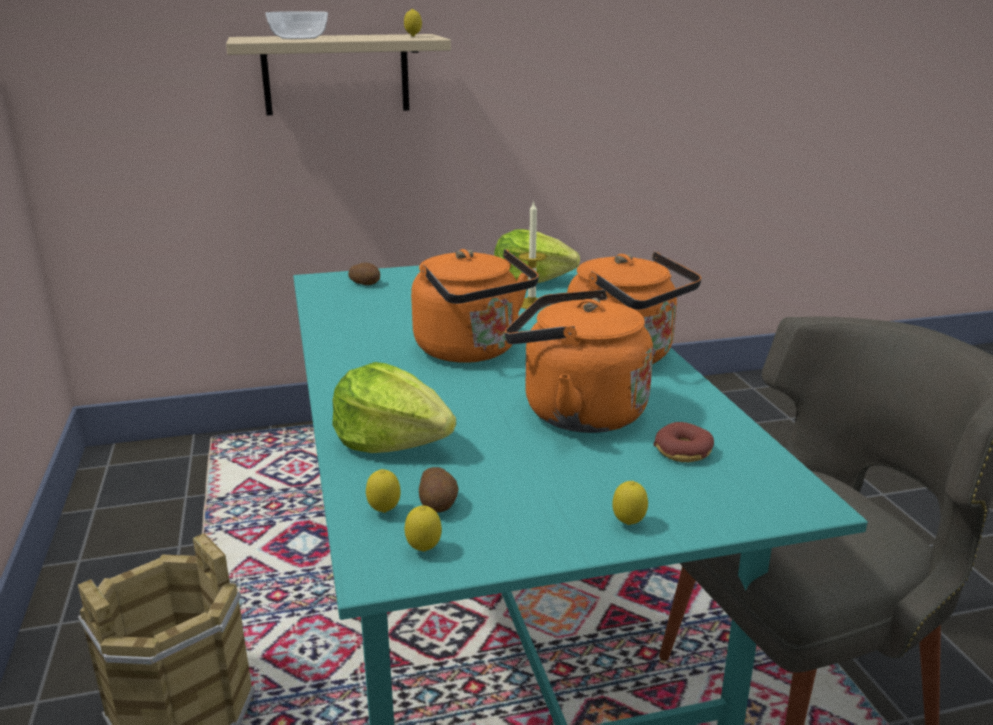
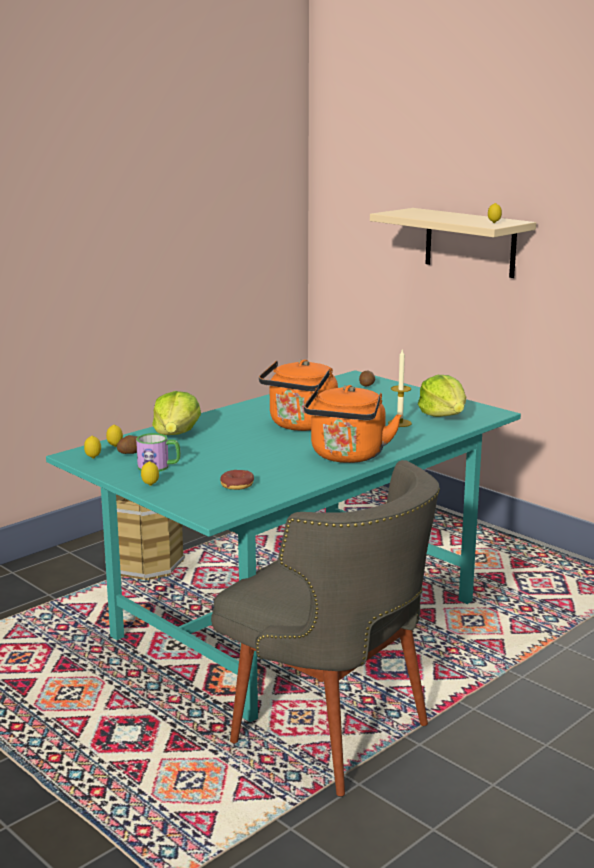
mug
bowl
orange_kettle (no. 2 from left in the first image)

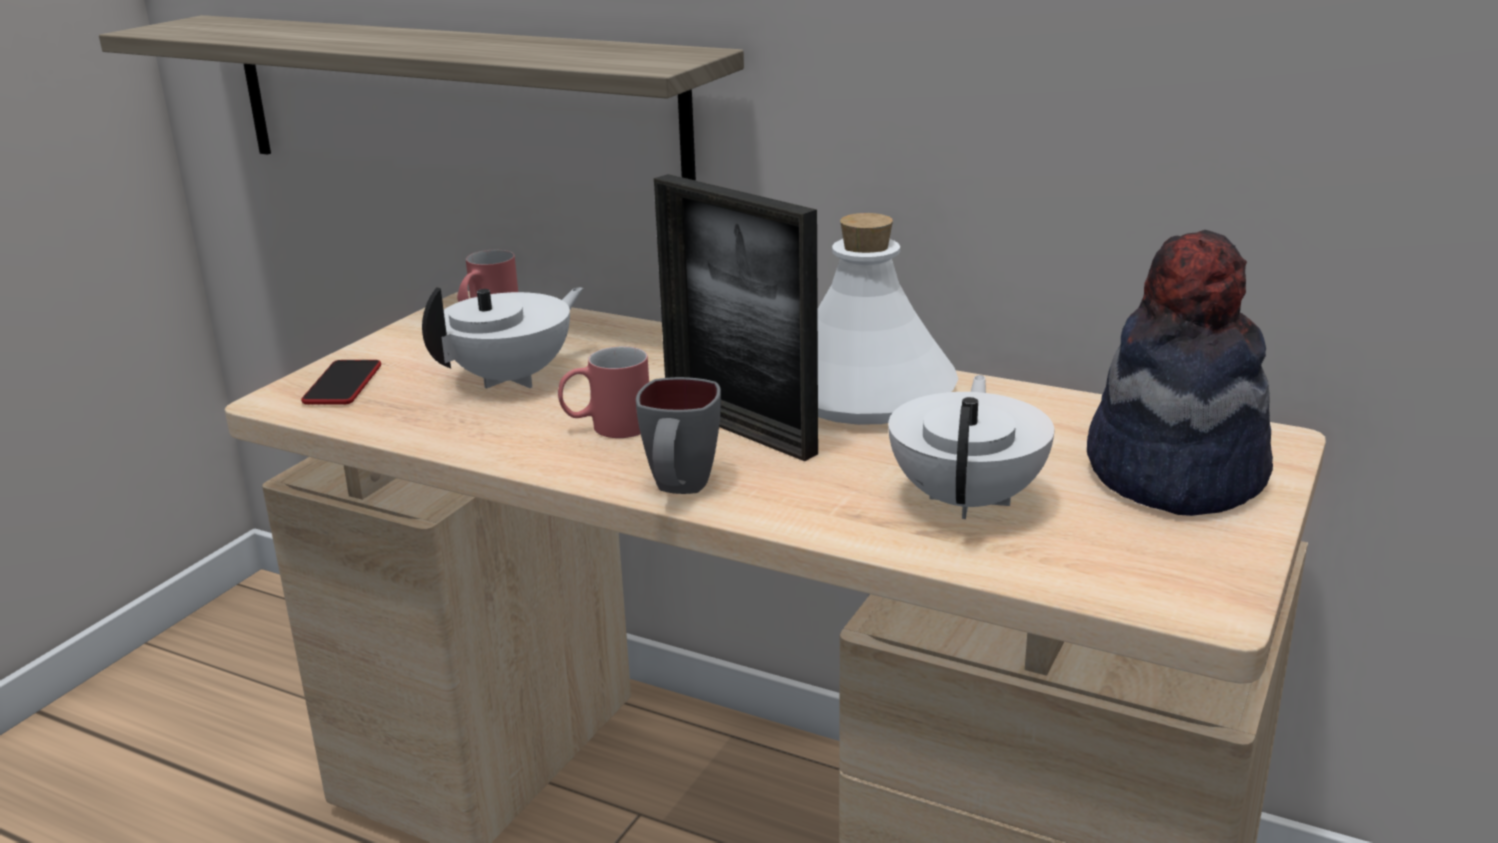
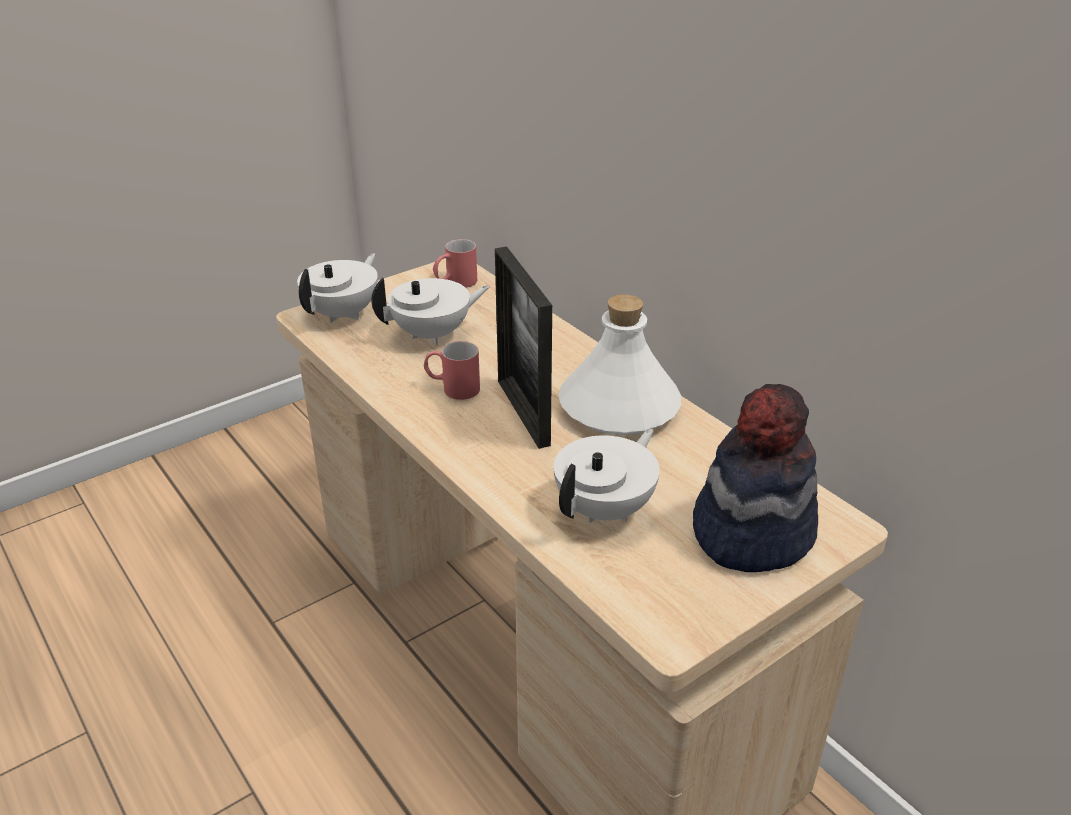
white_teapot (no. 1 from left)
shelf
grey_mug

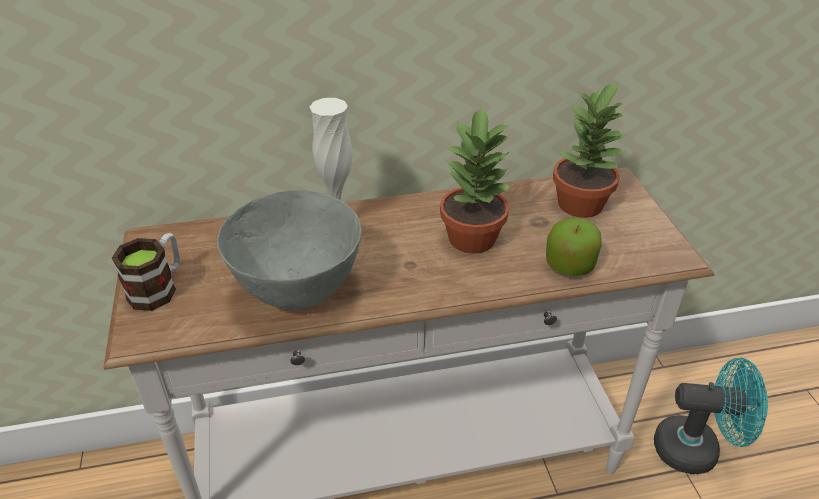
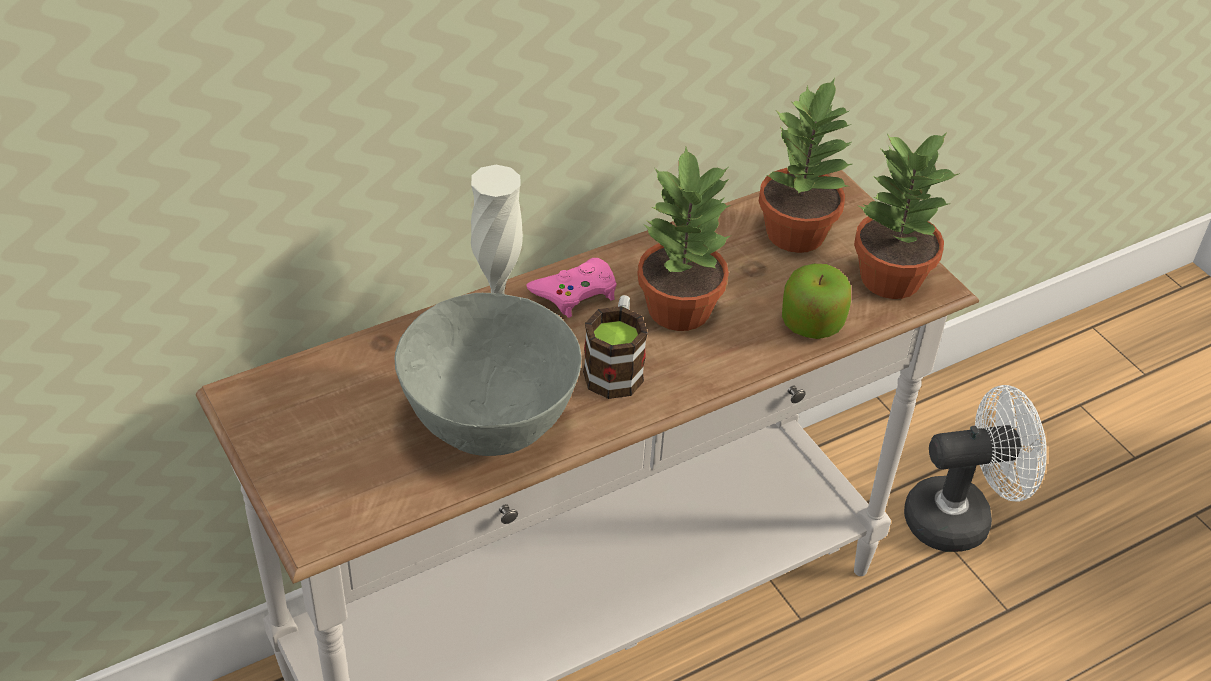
pink_game_controller
mug
potted_plant (no. 3 from left)
white_fan

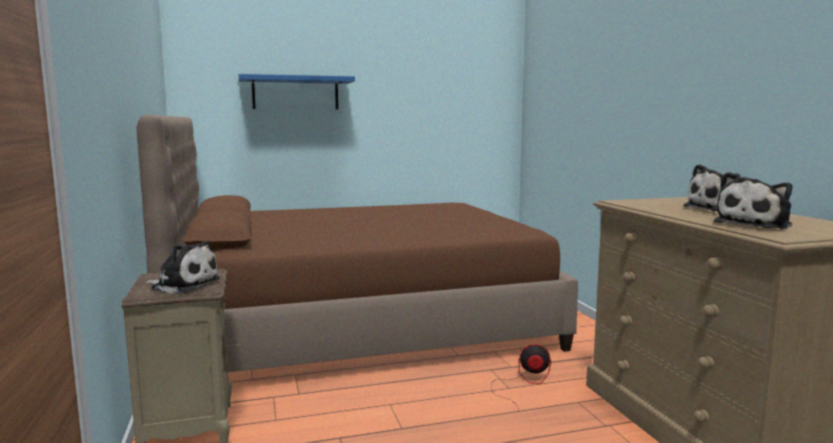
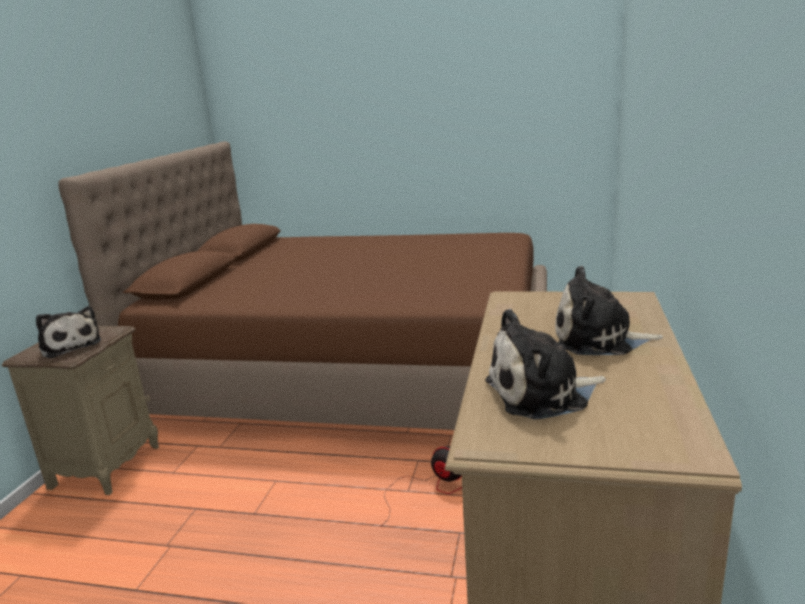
blue_shelf

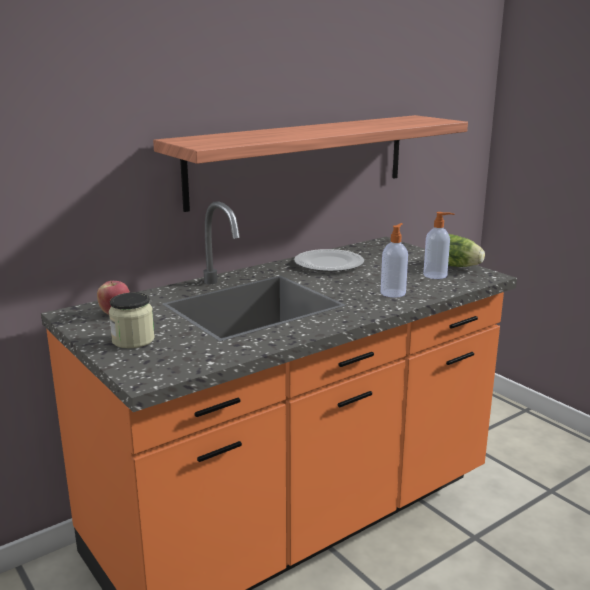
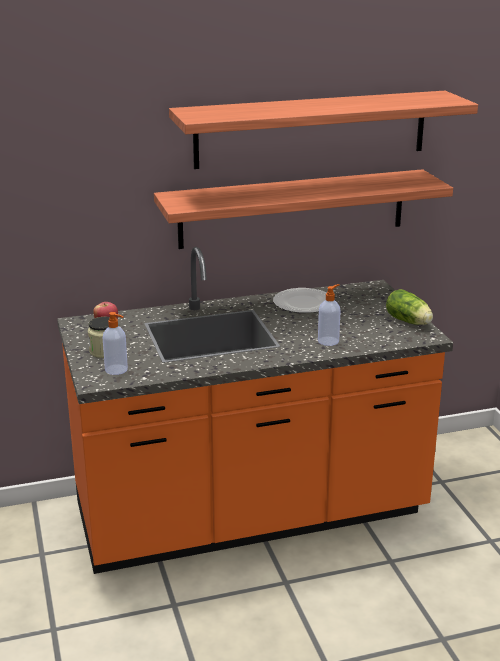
soap_dispenser (no. 1 from left)
shelf (no. 2 from left)

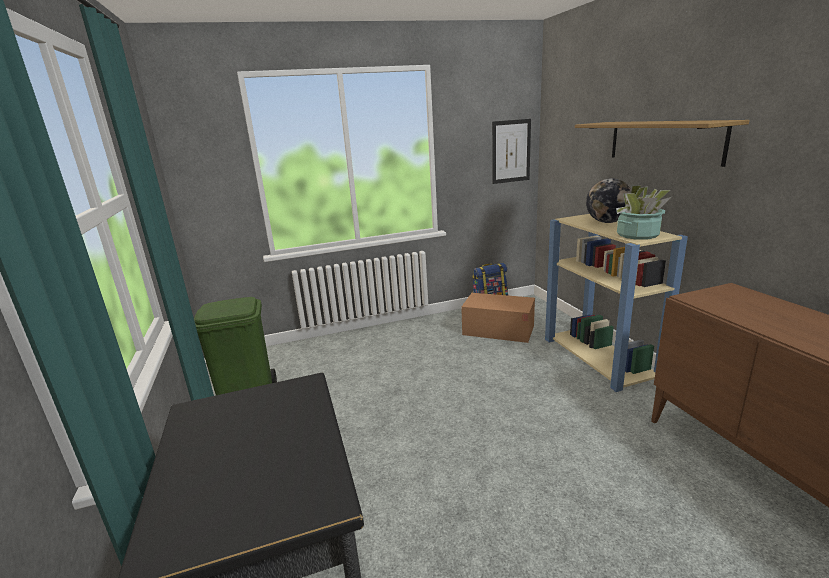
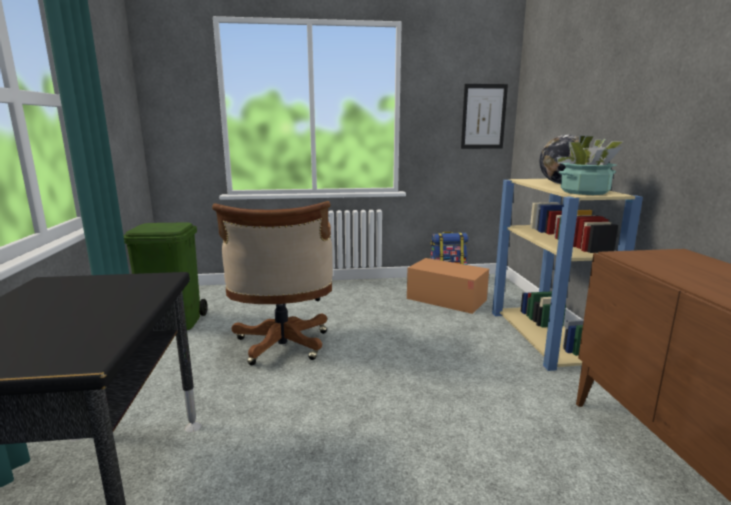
office_chair
shelf

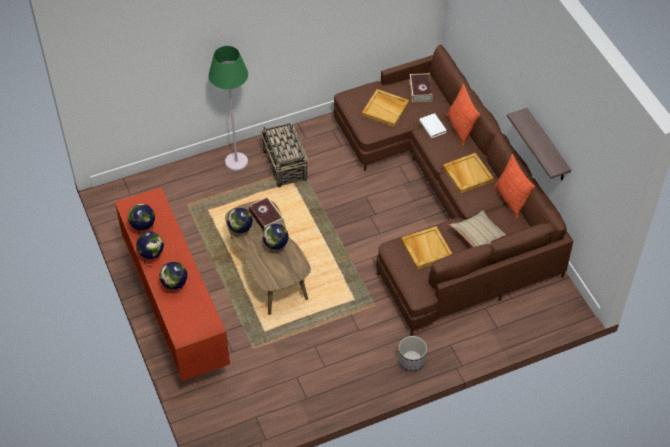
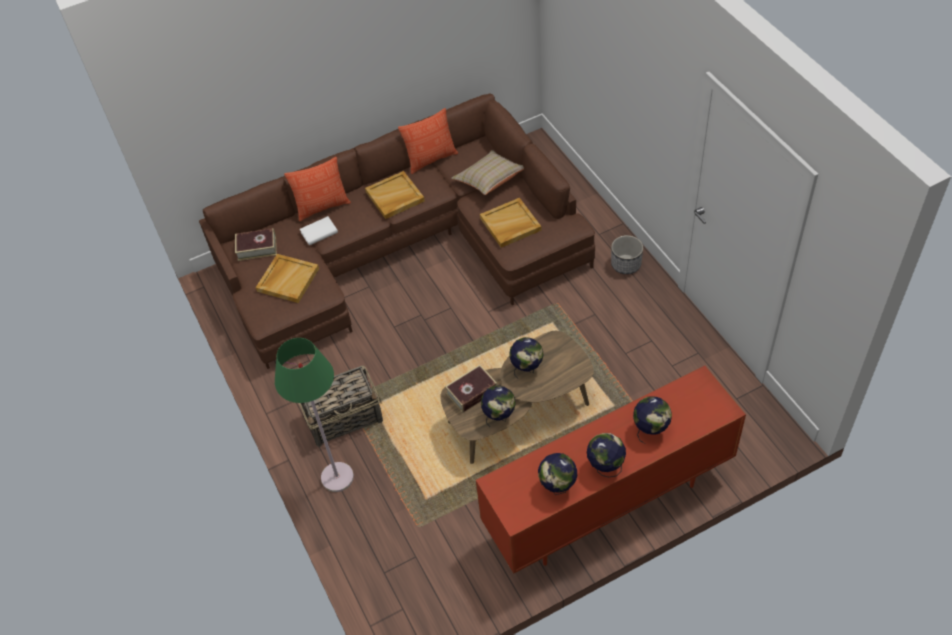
shelf

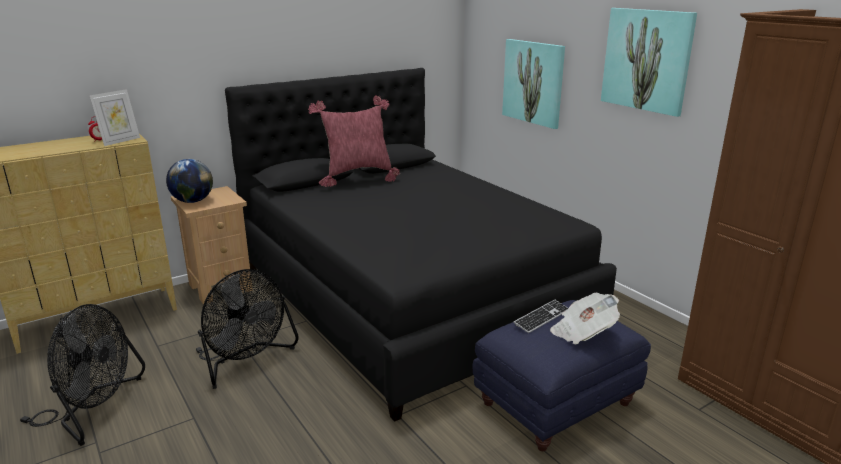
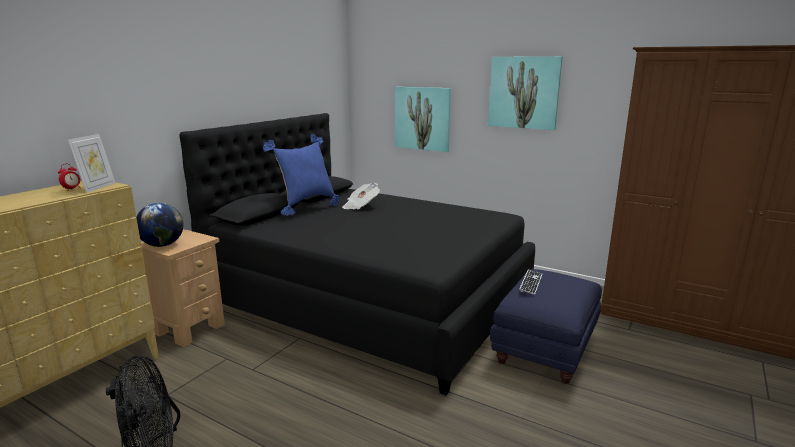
blue_pillow
newspaper
black_fan (no. 2 from left in the first image)

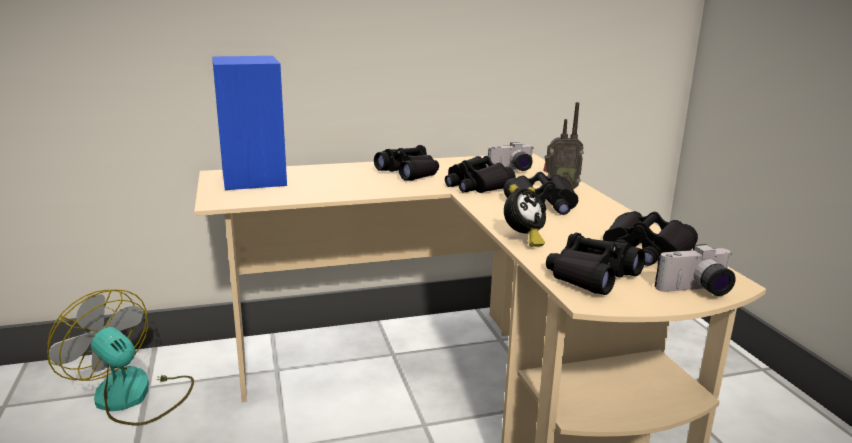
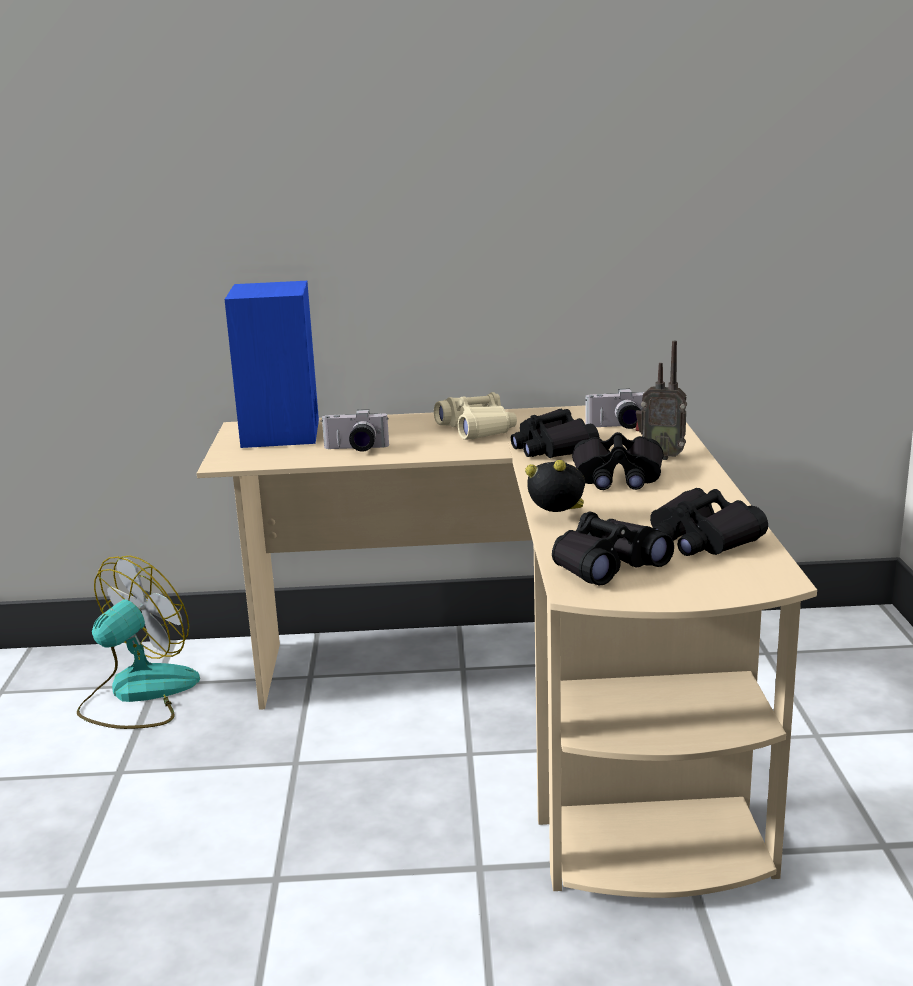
fan
photo_camera (no. 1 from left)
beige_binoculars
alarm_clock

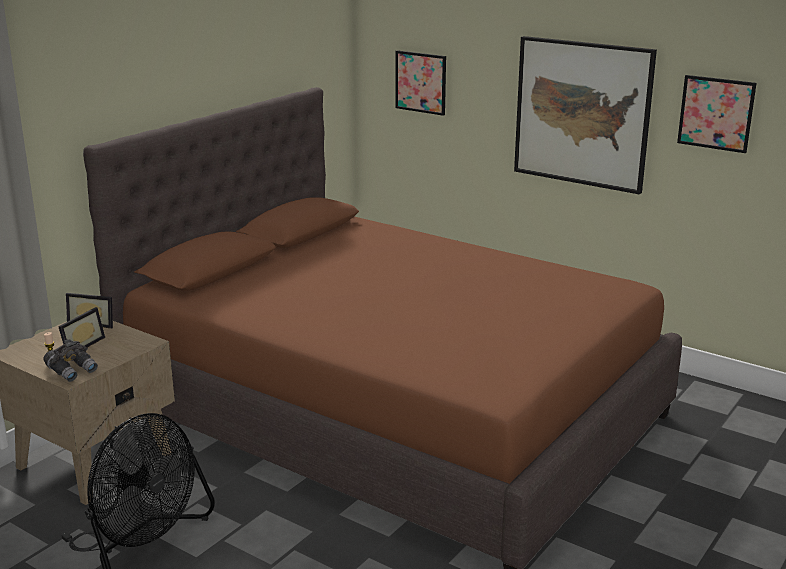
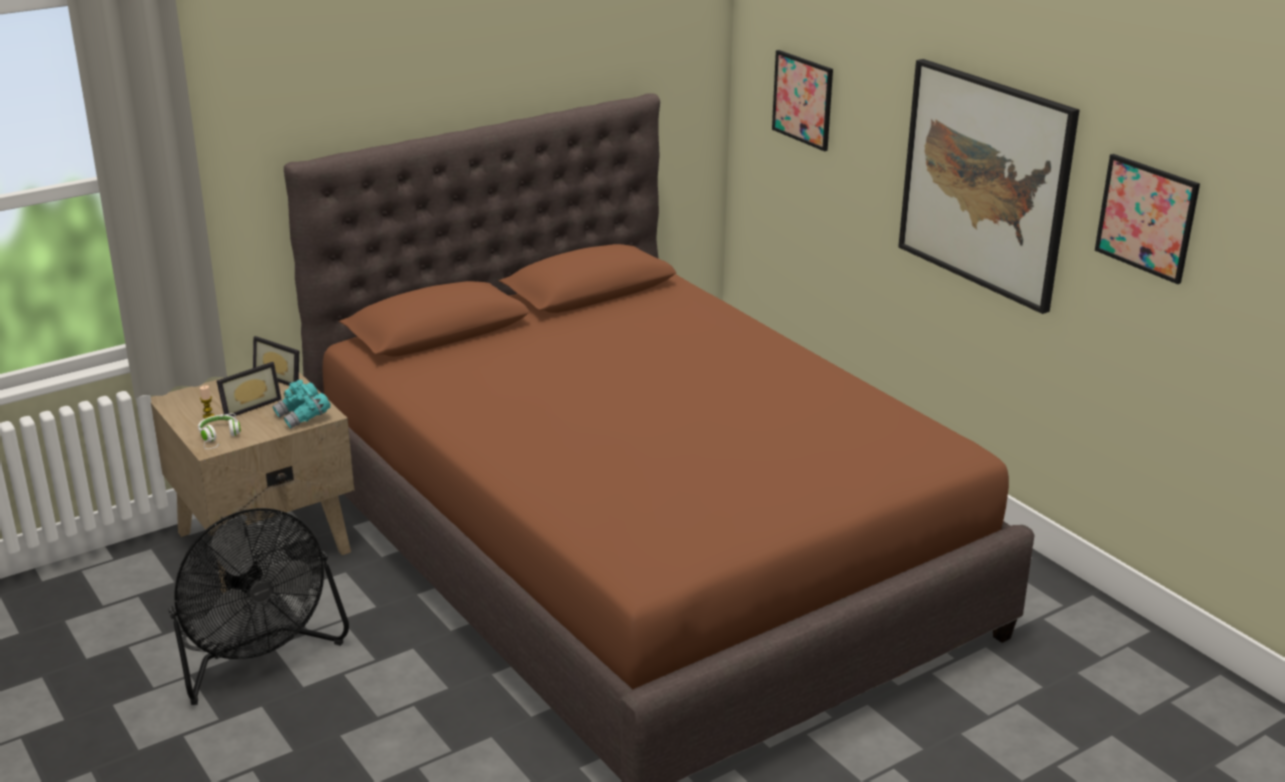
white_headphones
turquoise_binoculars

